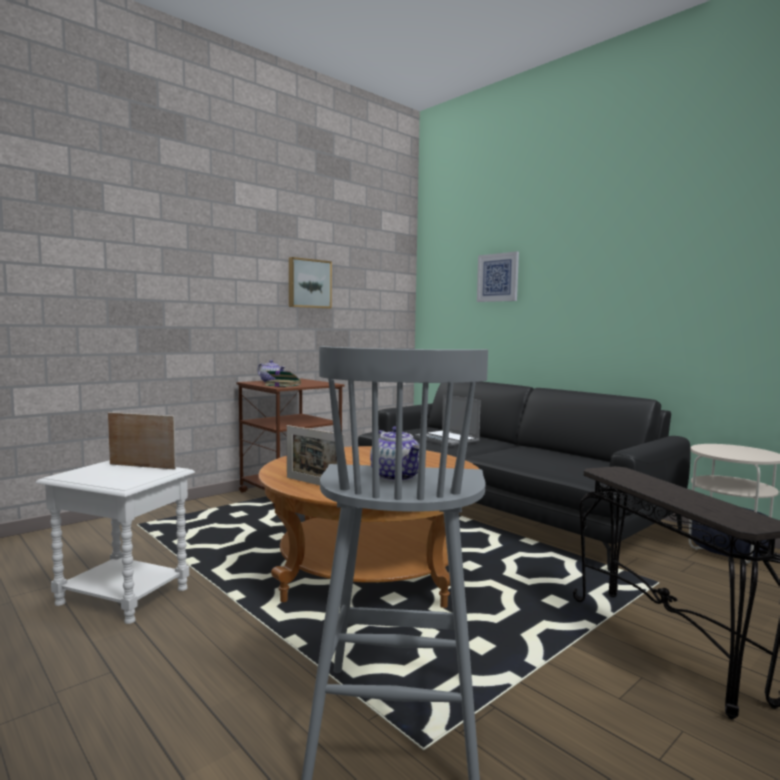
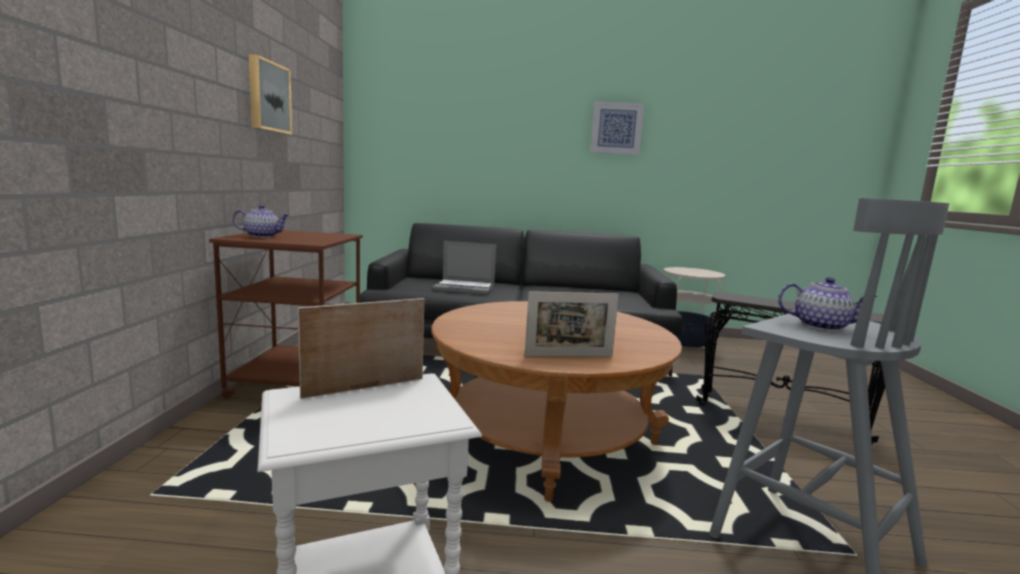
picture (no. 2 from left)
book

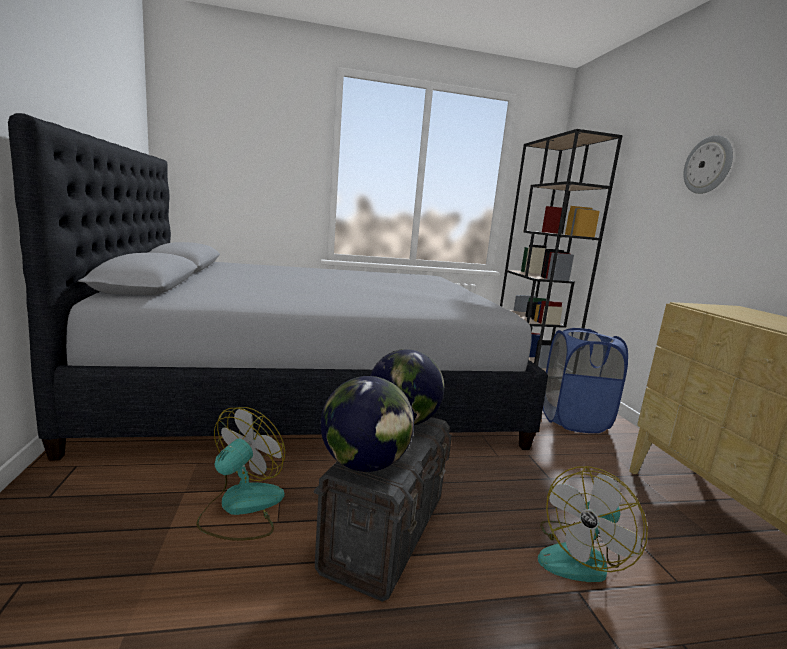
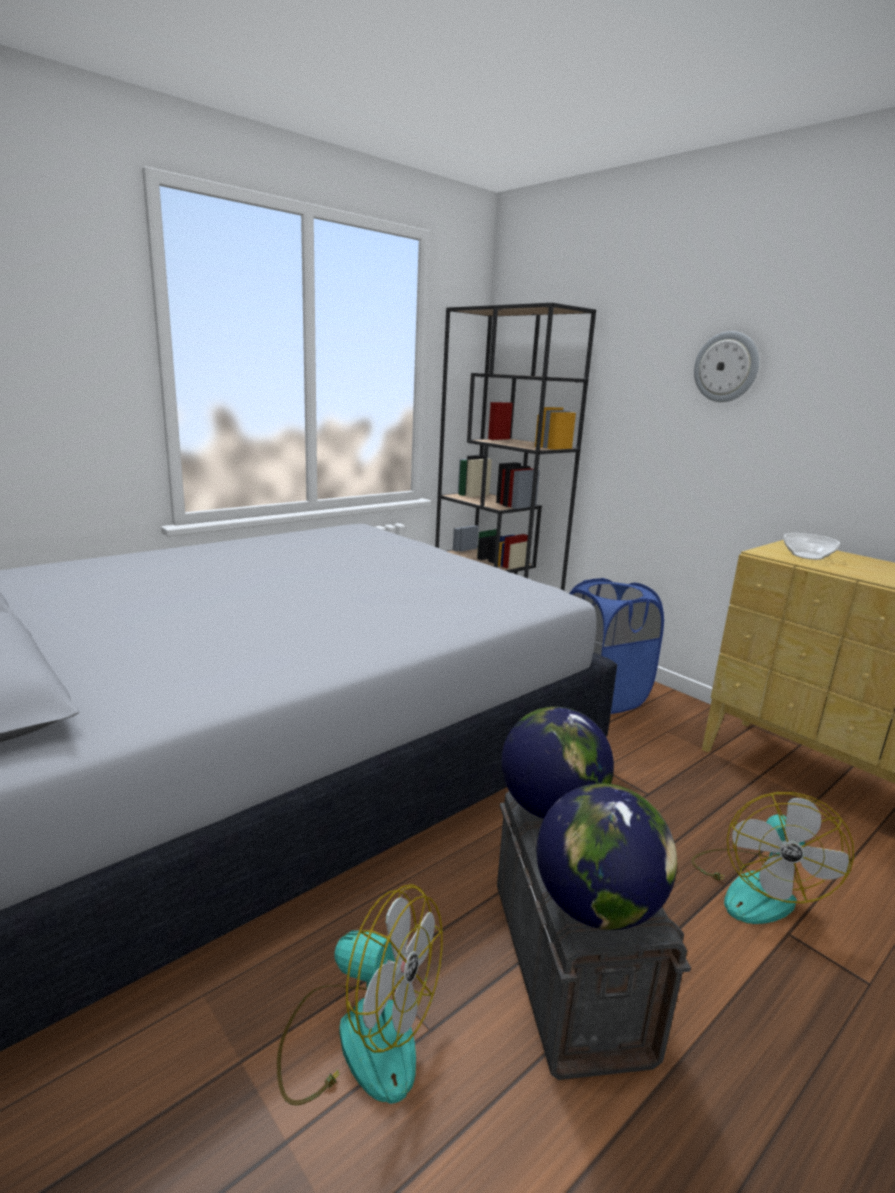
fan (no. 1 from left)
bowl

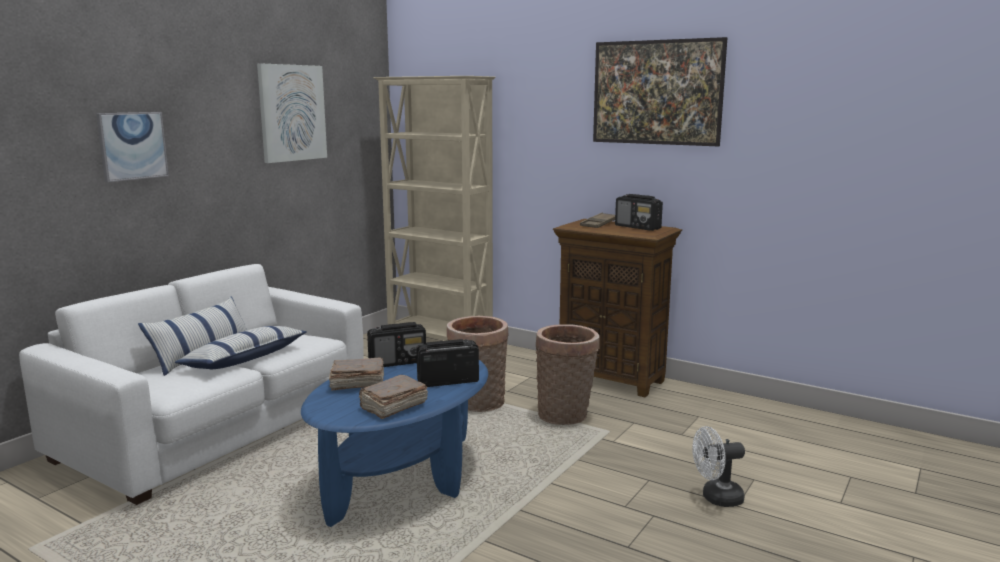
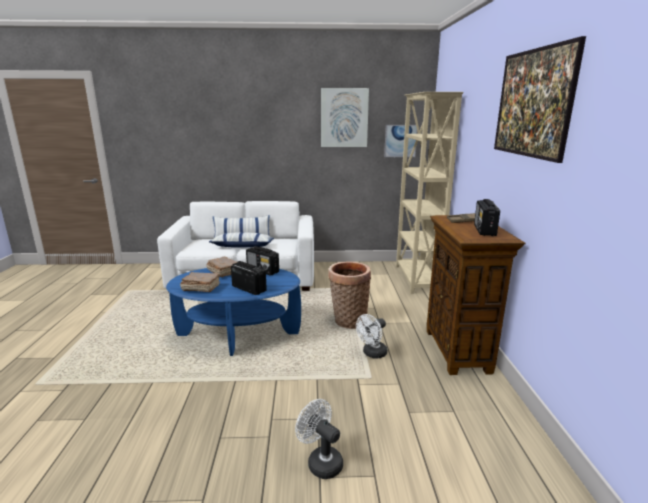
white_fan (no. 2 from left)
picture (no. 2 from left)

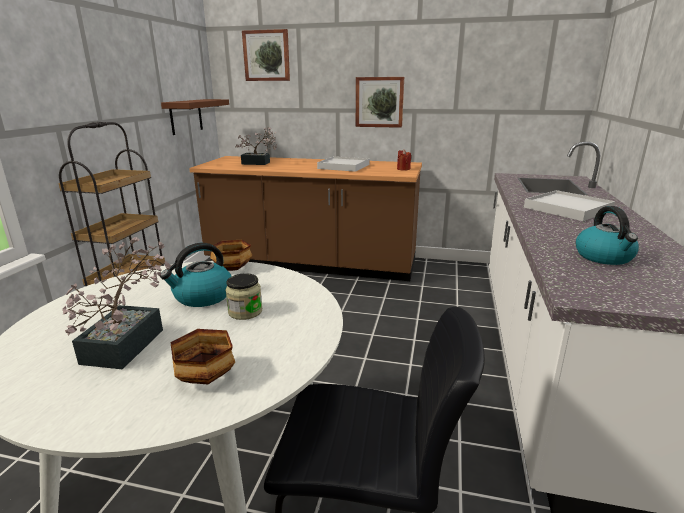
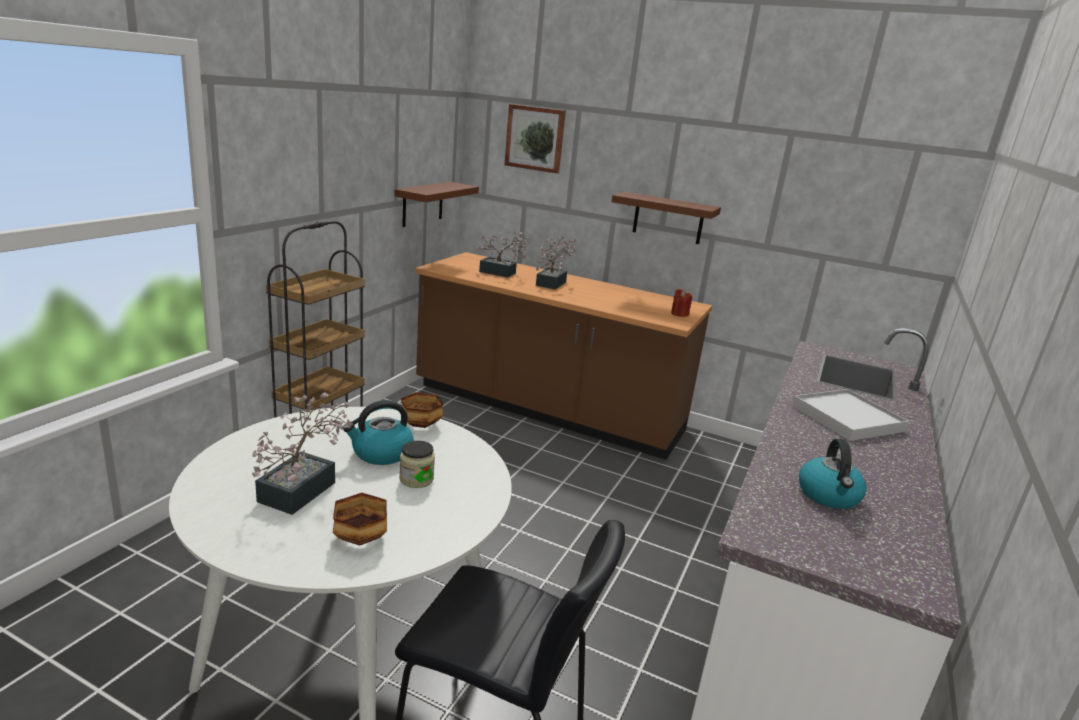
potted_plant (no. 3 from left)
brown_shelf (no. 2 from left)
white_tray (no. 1 from left in the first image)

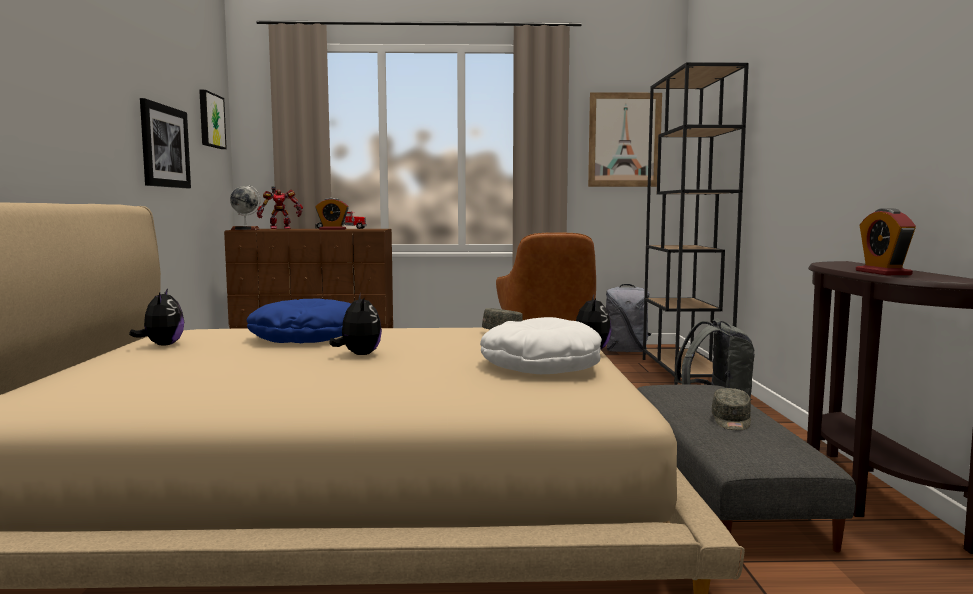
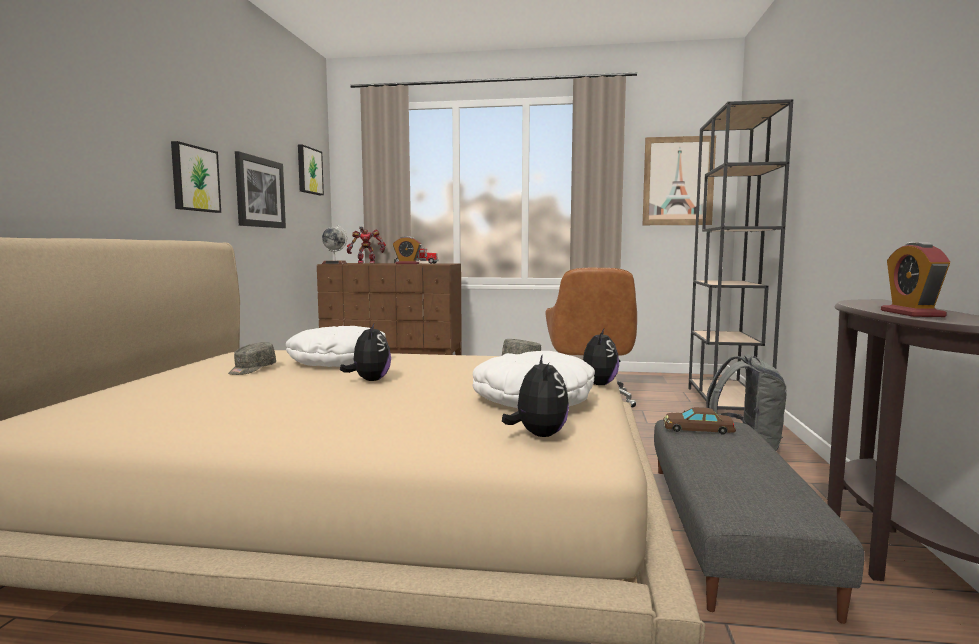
picture (no. 1 from left)
grey_cap (no. 1 from left)
white_pillow (no. 1 from left)
plush_toy (no. 2 from left)
brown_toy_car
grey_backpack (no. 1 from left in the first image)

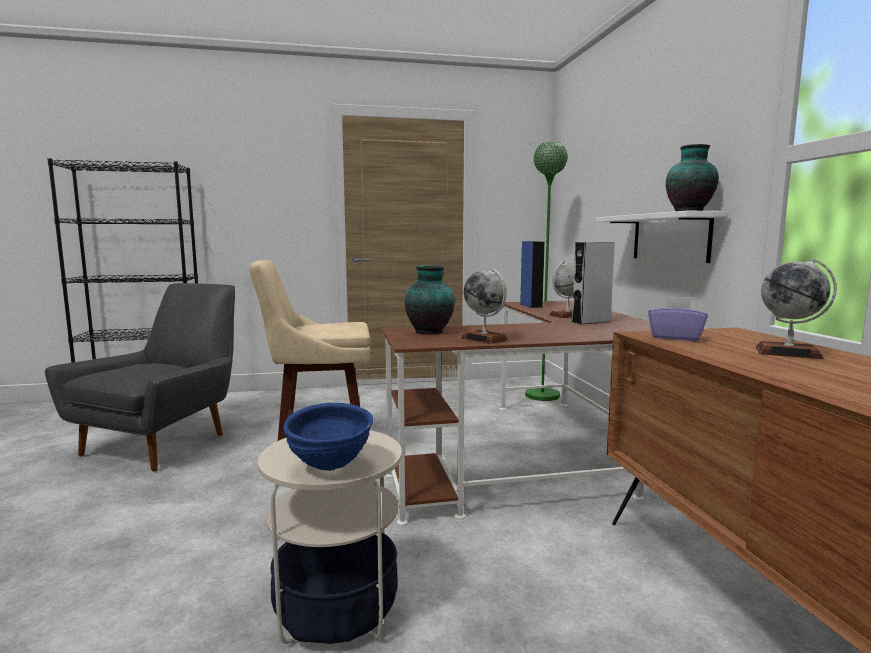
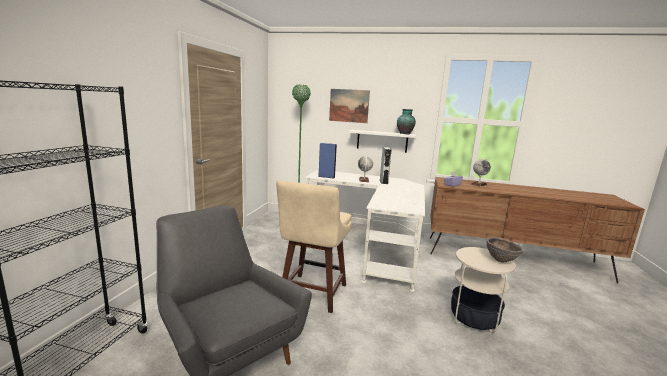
white_desk
picture
brown_bowl
vase (no. 1 from left in the first image)
globe (no. 1 from left in the first image)

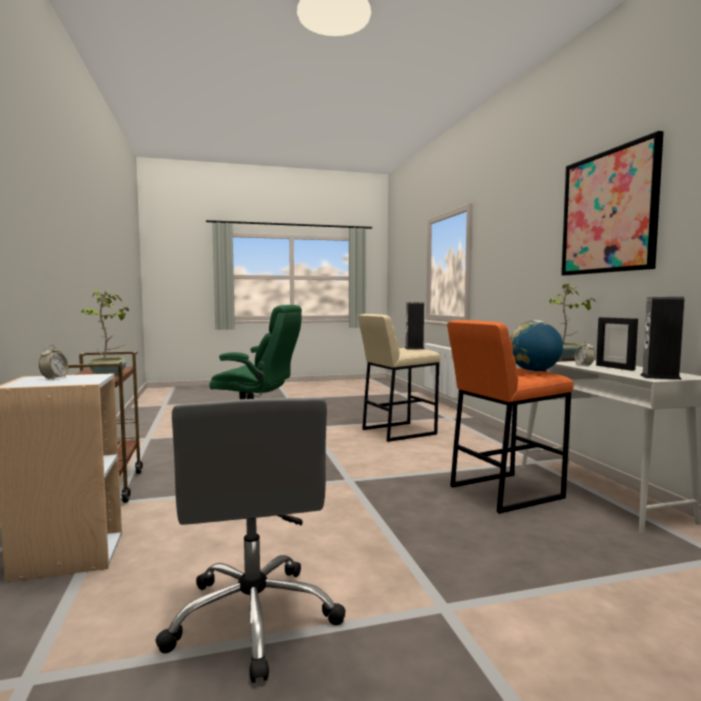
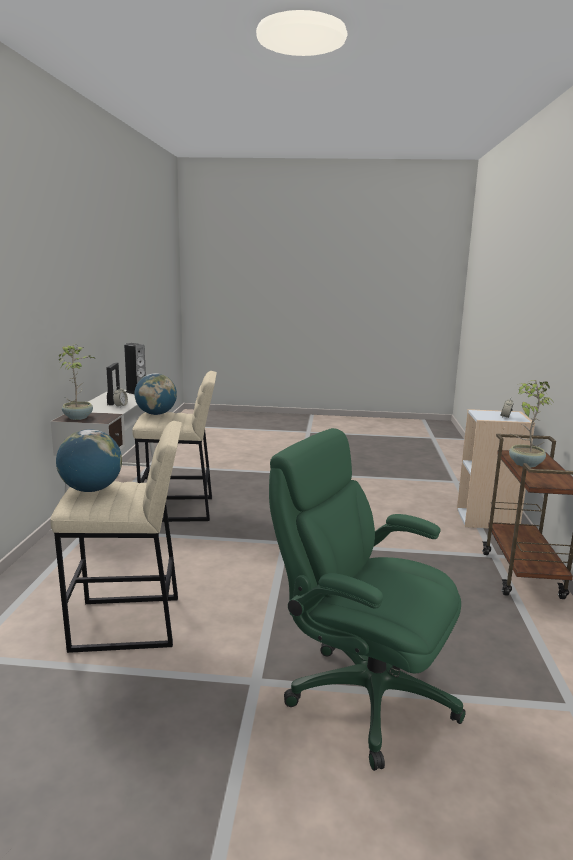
globe (no. 1 from left)
beige_stool (no. 2 from left)
grey_office_chair
picture

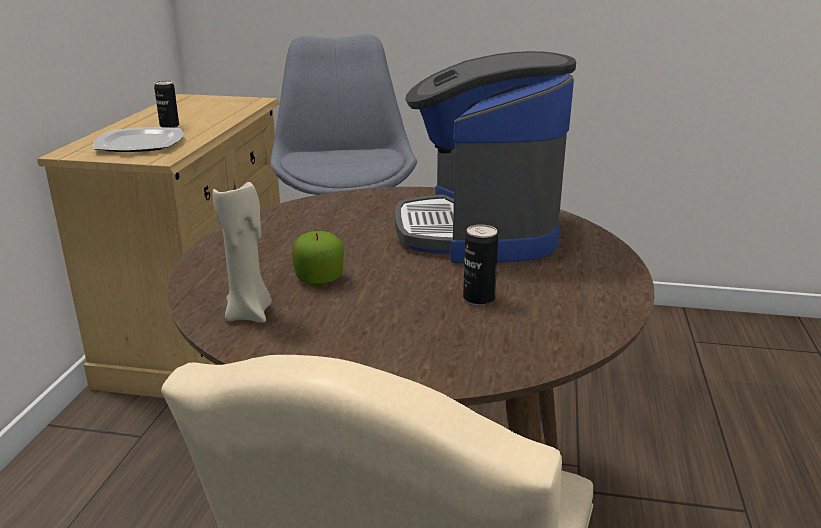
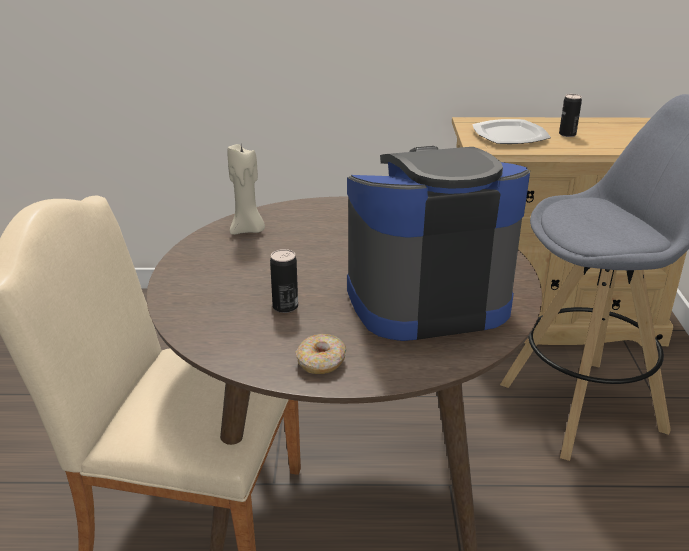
donut
apple

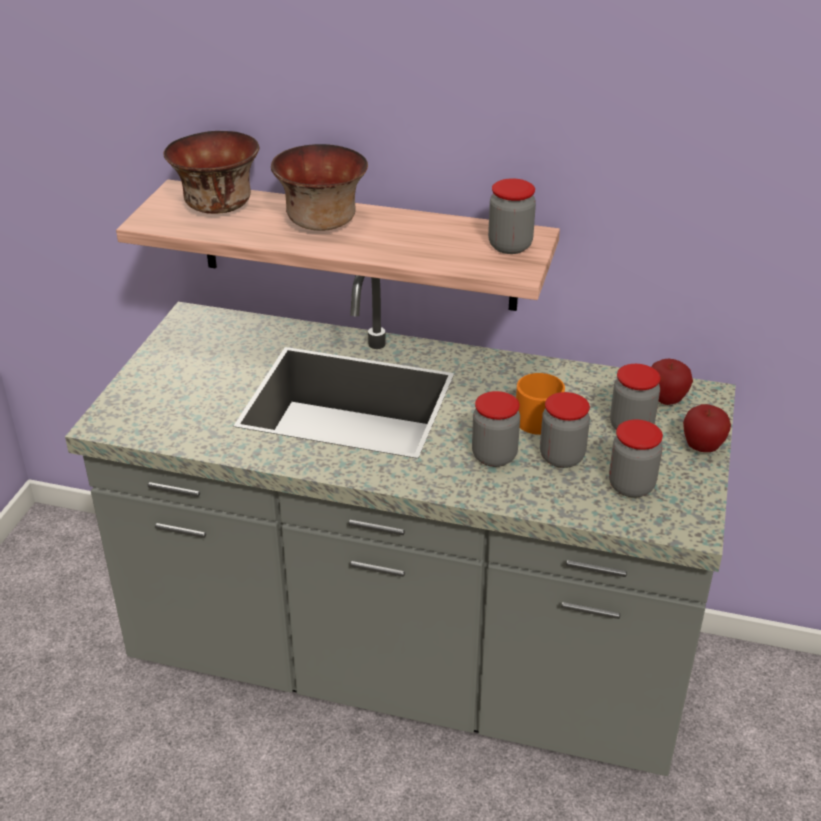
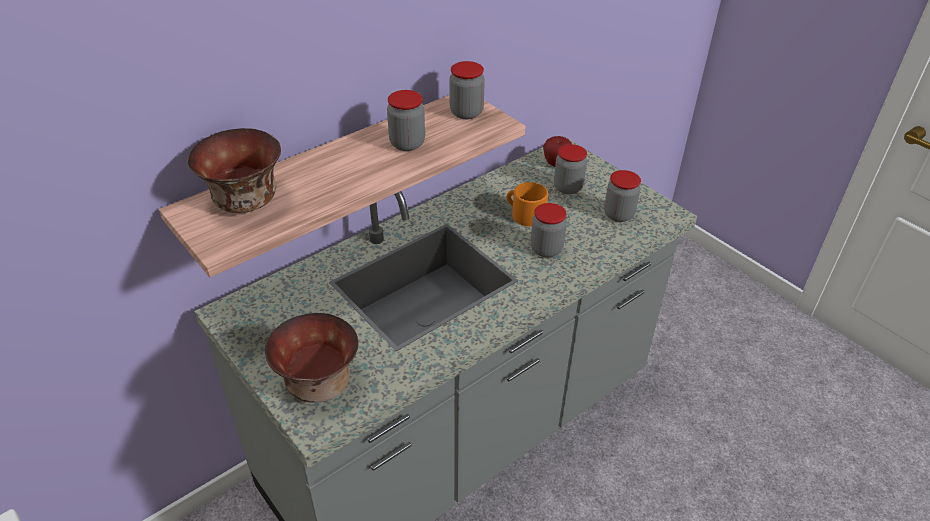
bowl (no. 2 from left)
jar (no. 1 from left)
apple (no. 2 from left in the first image)

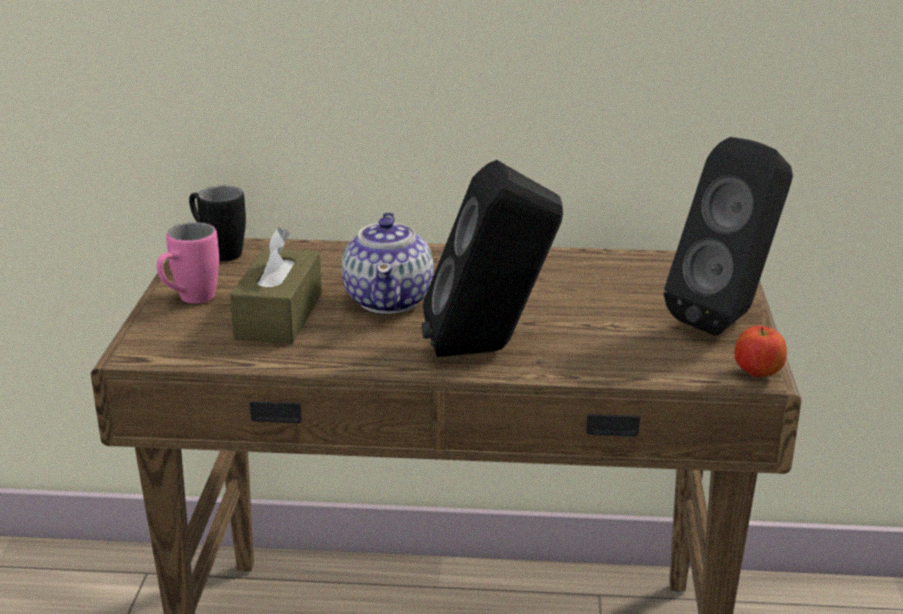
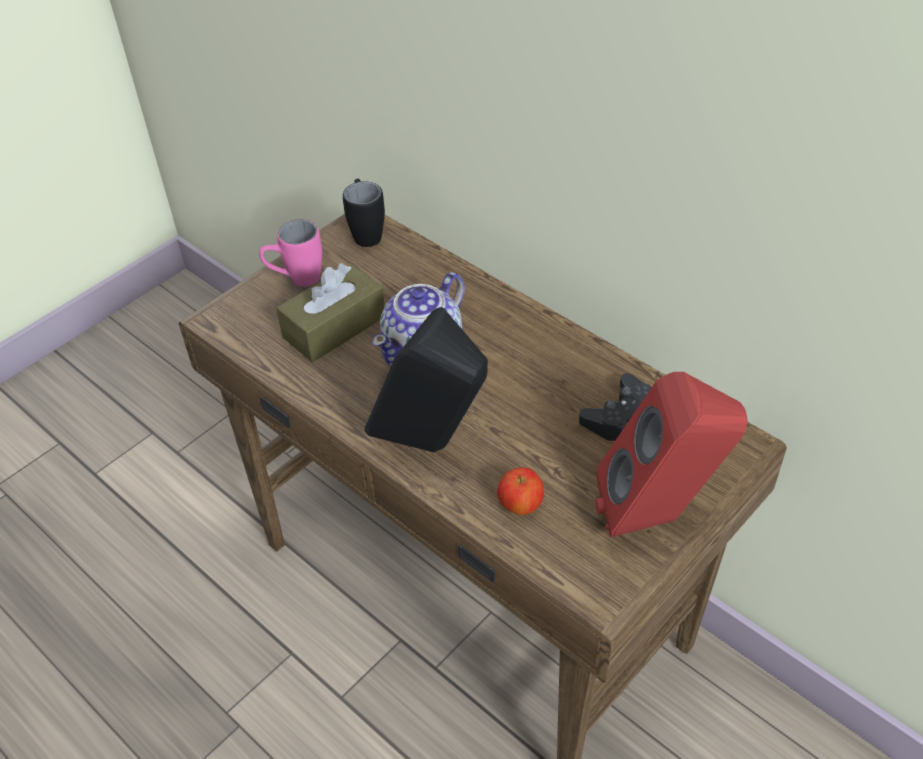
apple
black_game_controller
red_speaker

